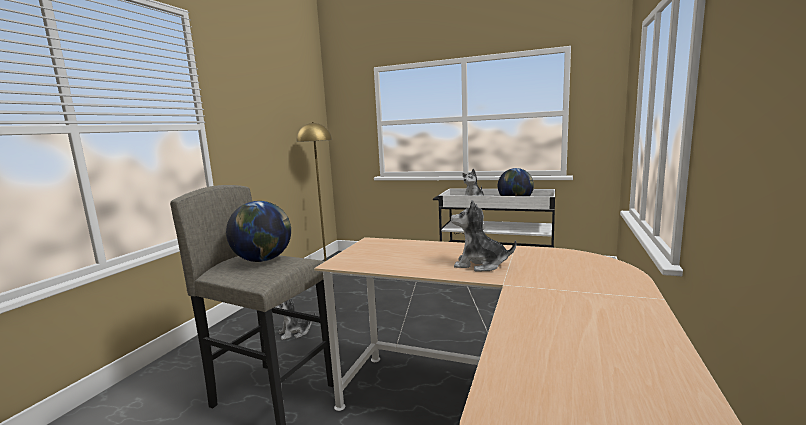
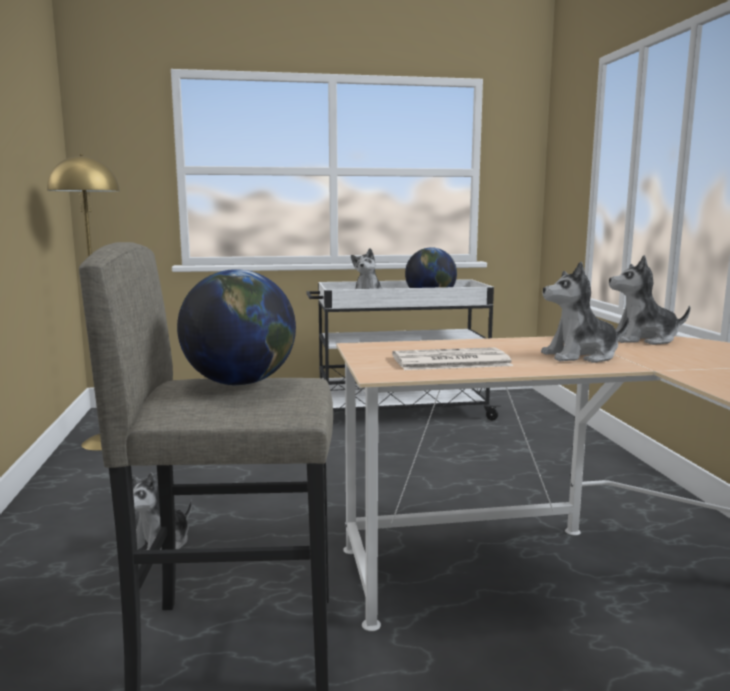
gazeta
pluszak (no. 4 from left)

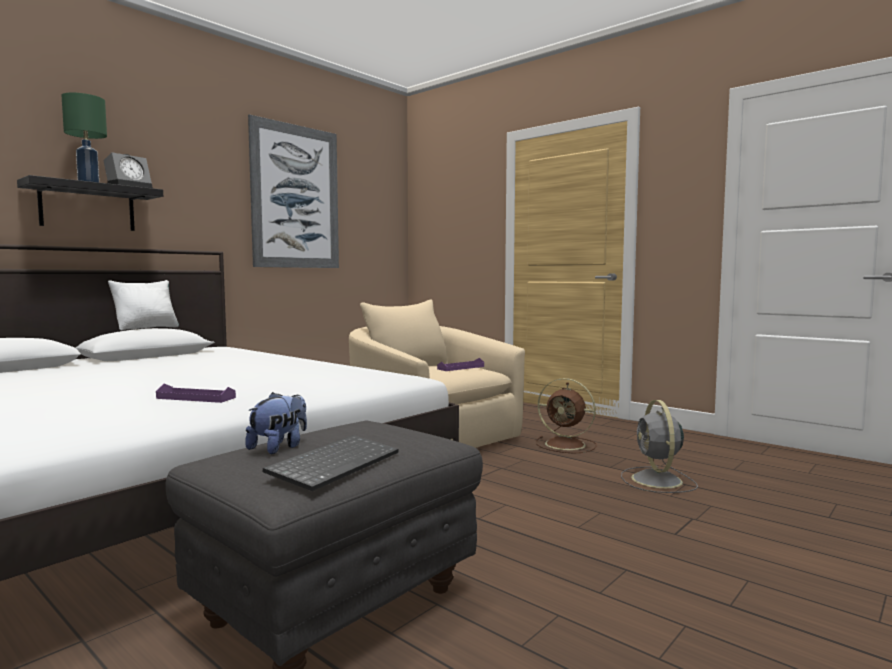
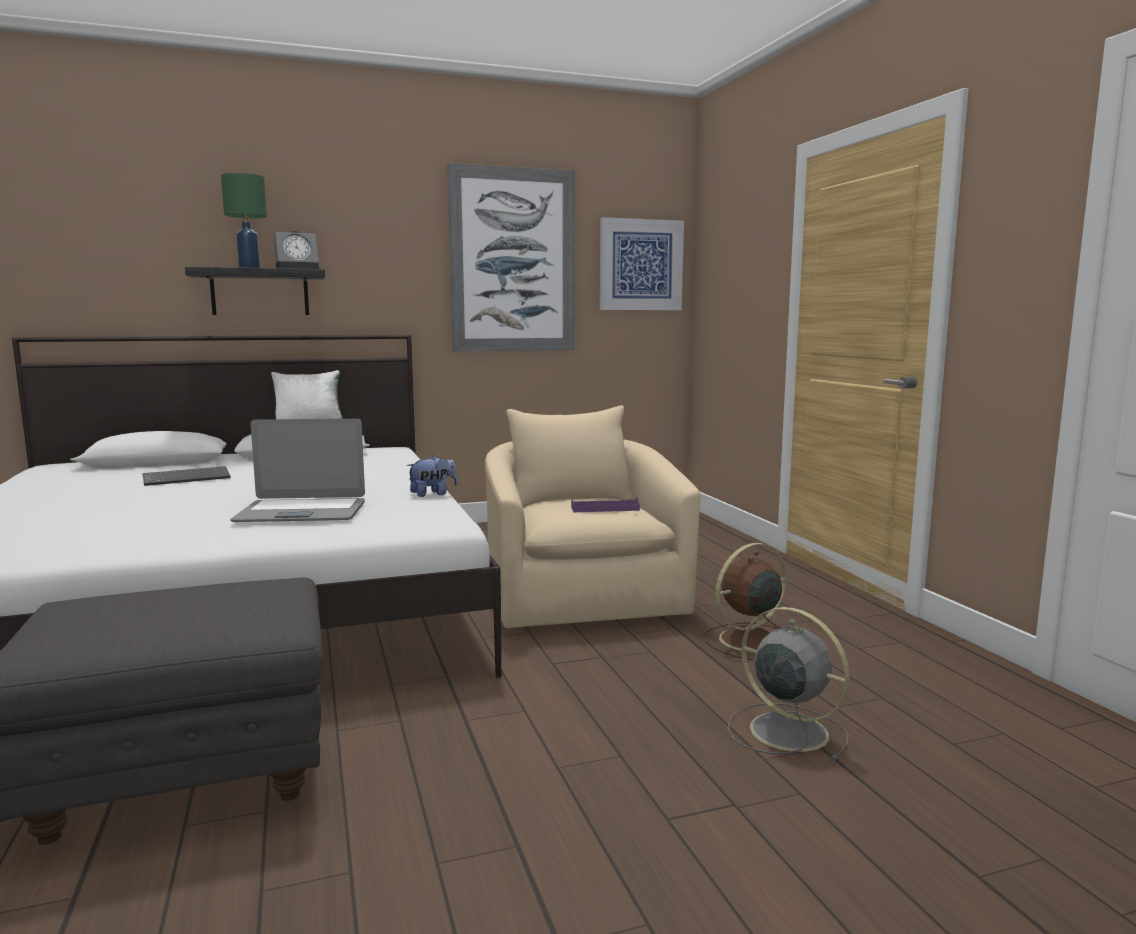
taca/fioletowy (no. 1 from left in the first image)
laptop
obraz (no. 2 from left)
pluszak
klawiatura
wentylator/brązowy
wentylator/szary

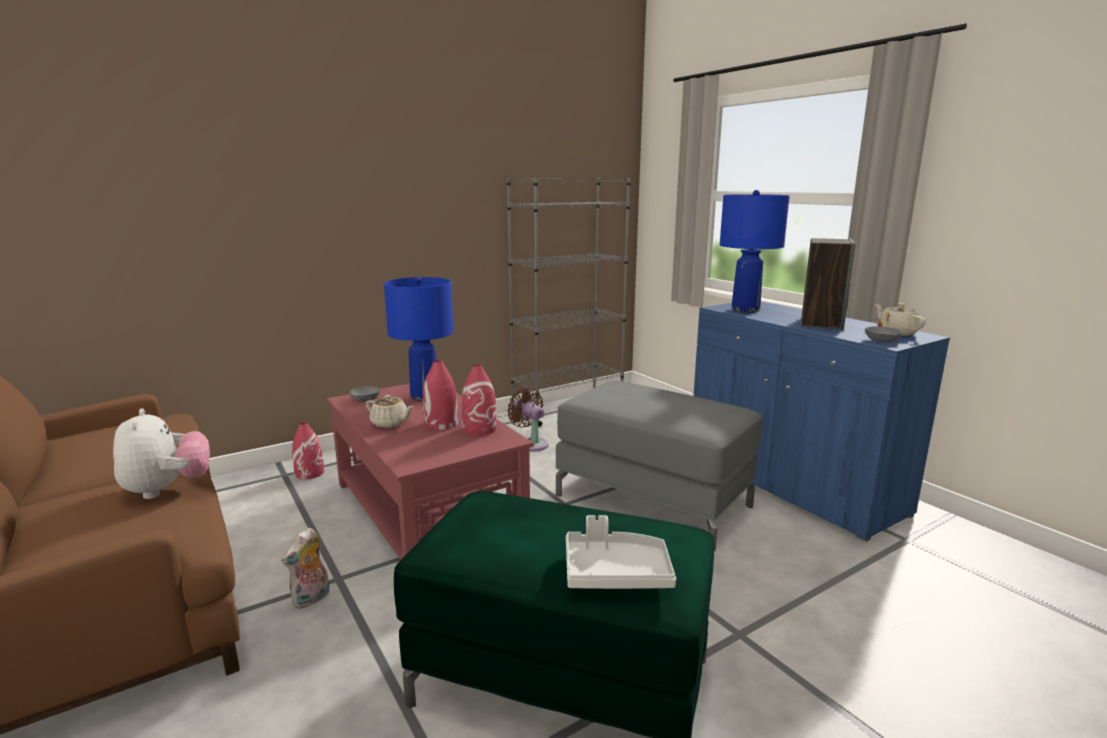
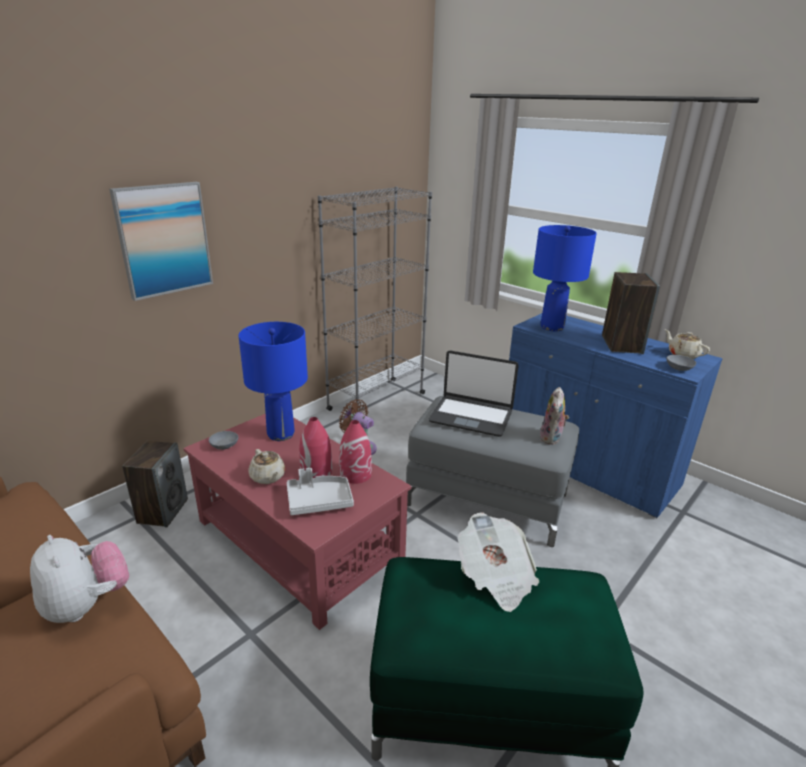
obraz
laptop
gazeta
pluszak (no. 2 from left)
taca/szary
głośnik (no. 1 from left)
imbryk/beżowy (no. 1 from left)

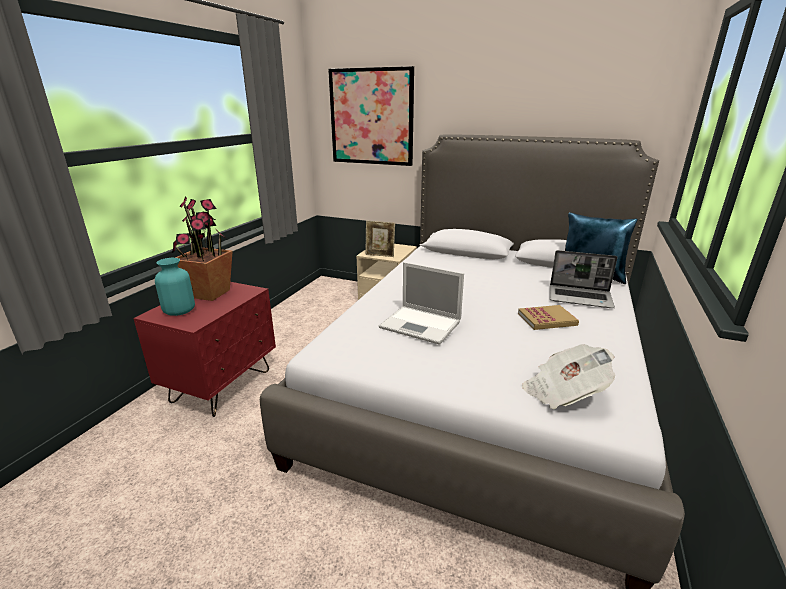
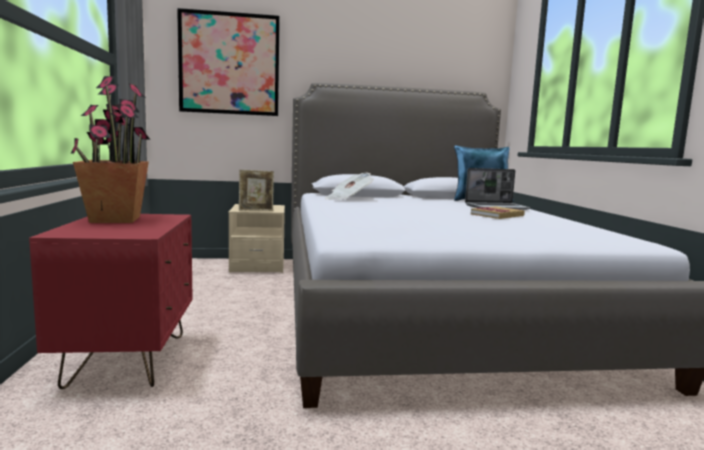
wazon/turkusowy
laptop (no. 1 from left in the first image)
gazeta

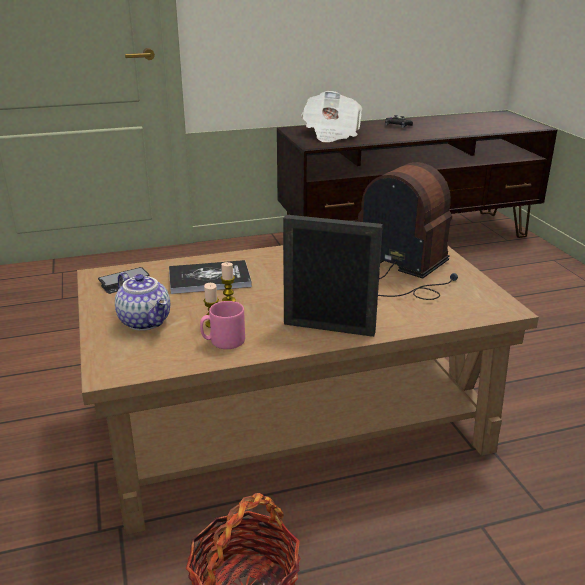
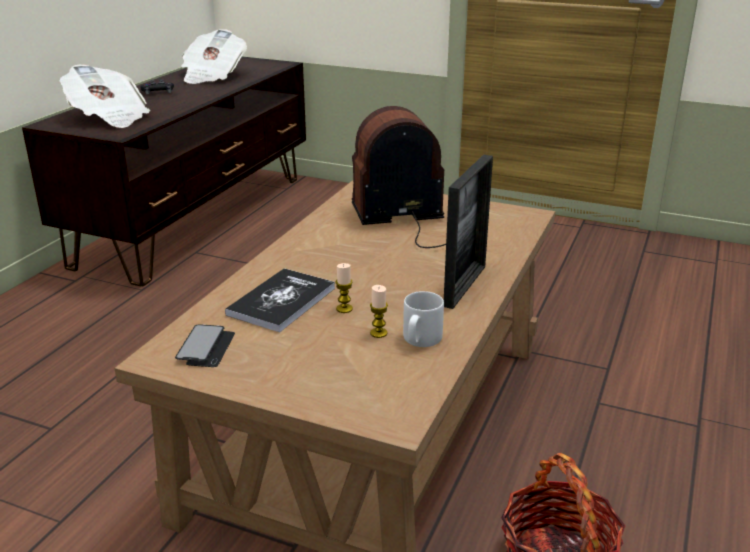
imbryk
gazeta (no. 2 from left)
kubek/szary
ramka na zdjęcie

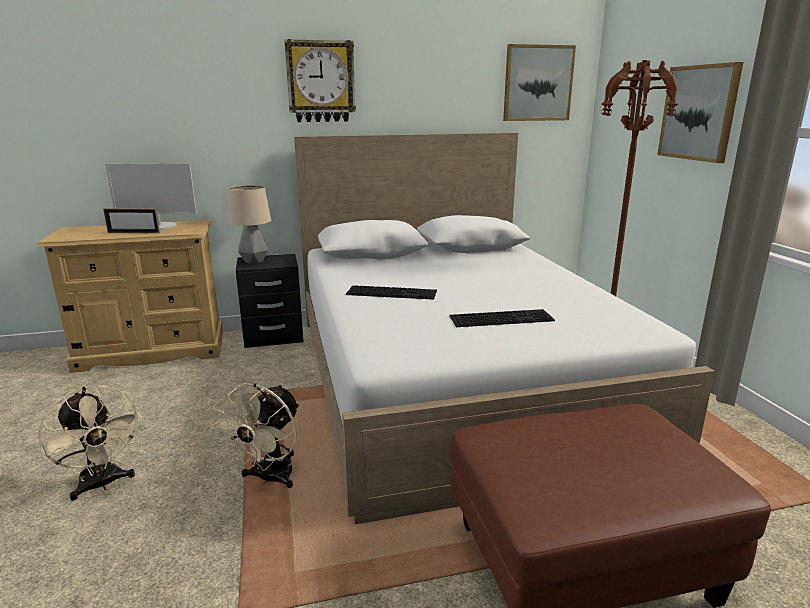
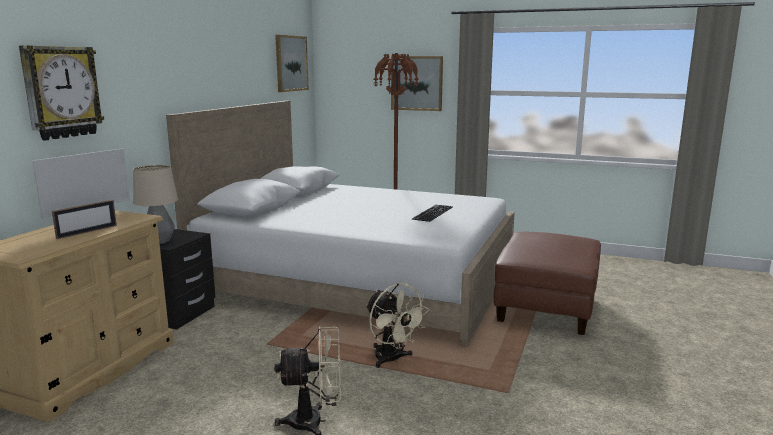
klawiatura (no. 1 from left in the first image)
zegar ścienny

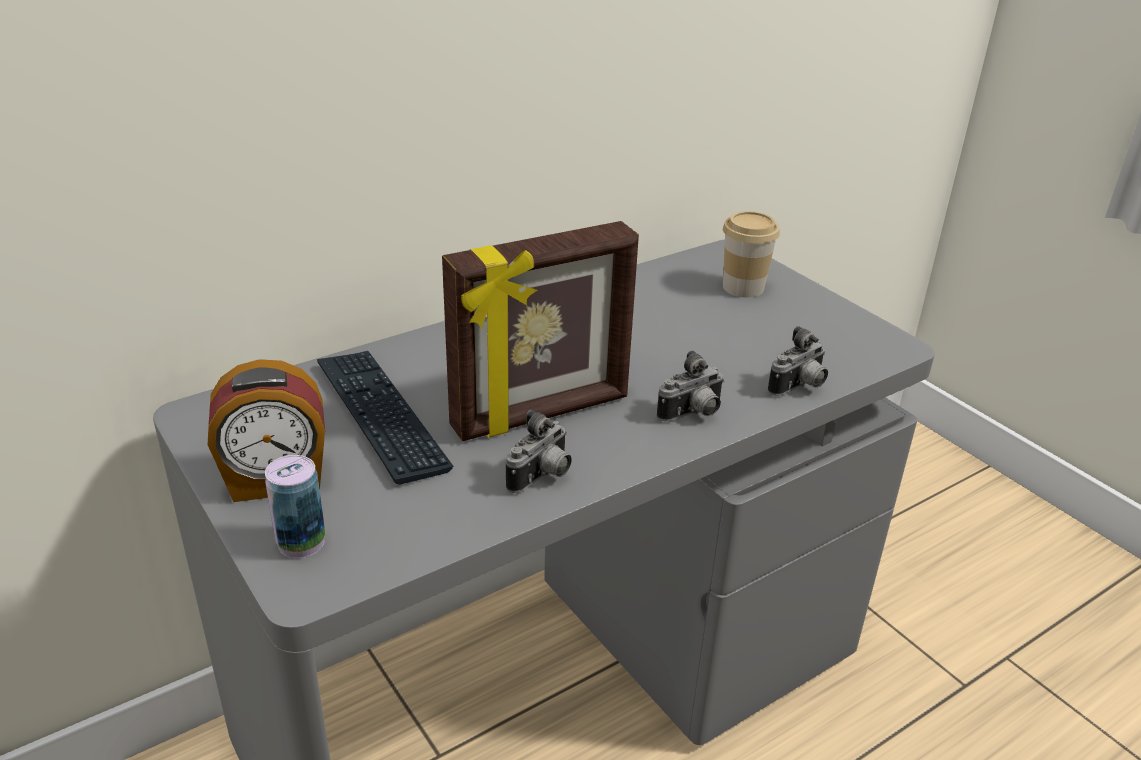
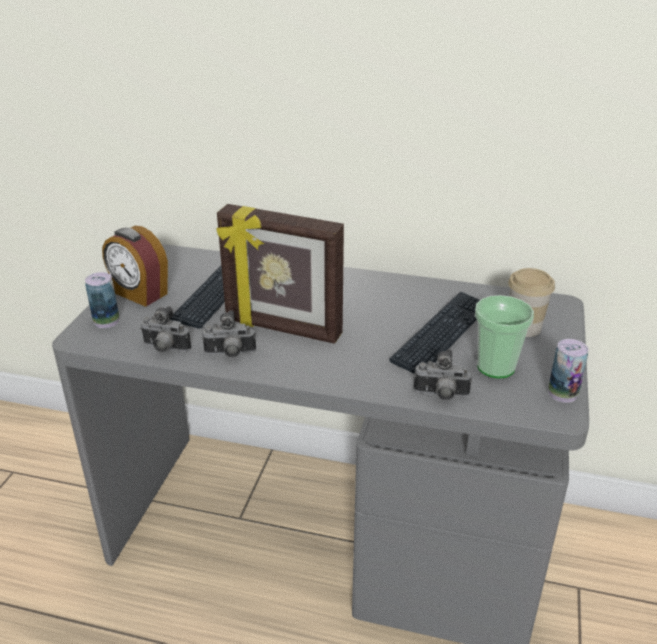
klawiatura (no. 2 from left)
filiżanka (no. 1 from left)
puszka (no. 2 from left)
aparat fotograficzny (no. 1 from left)

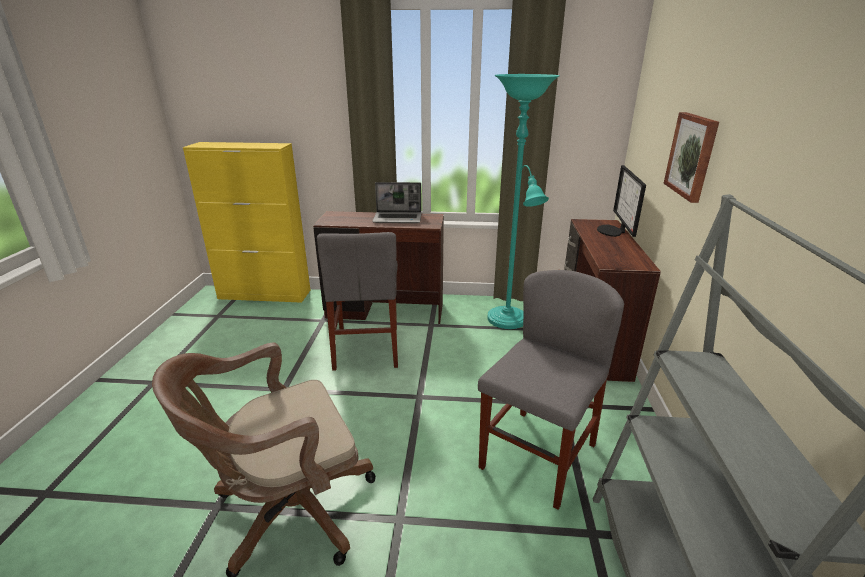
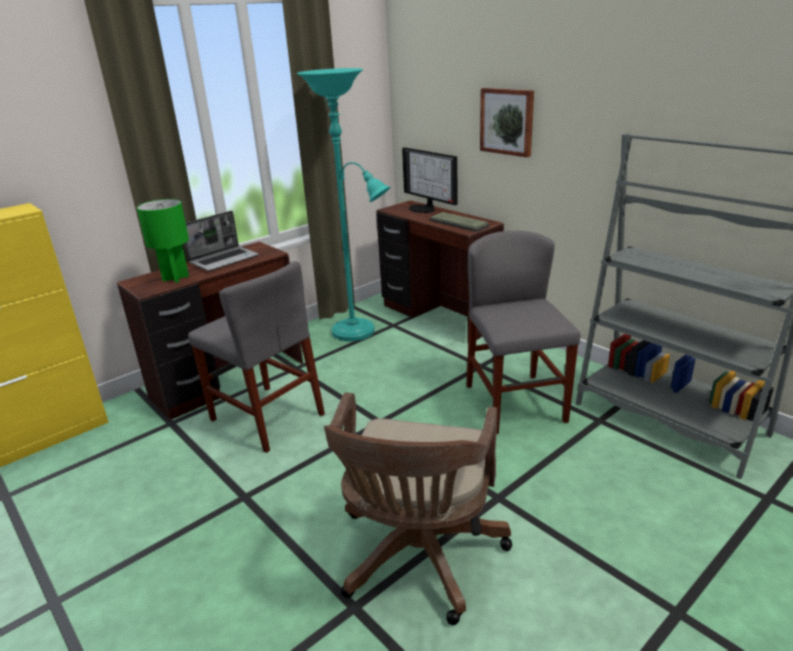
lampa stołowa/zielony
klawiatura

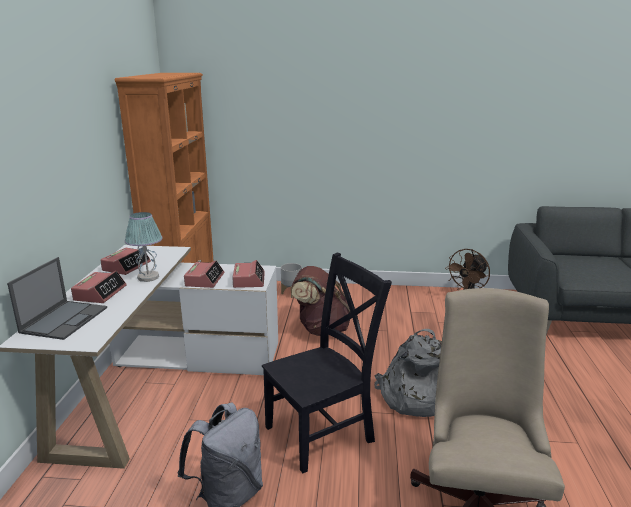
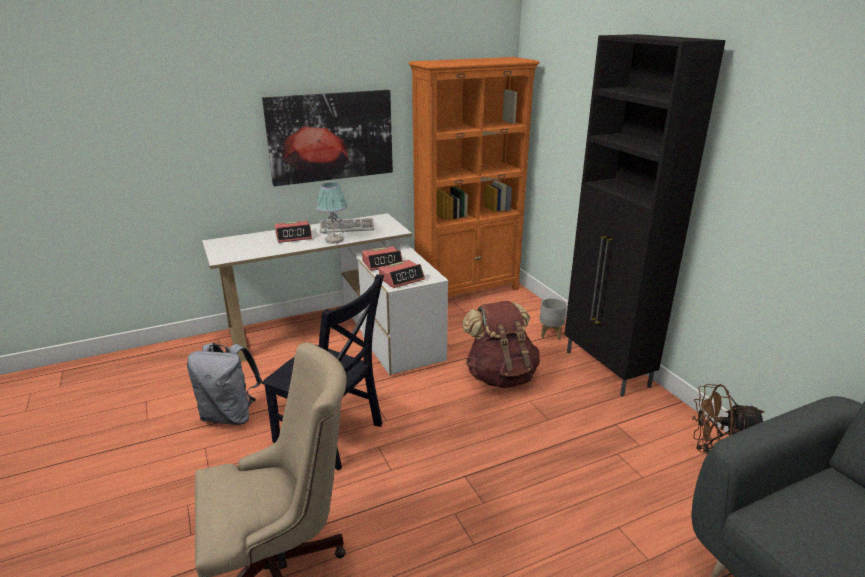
laptop
plecak/szary (no. 2 from left in the first image)
obraz
szafka/czarny
klawiatura

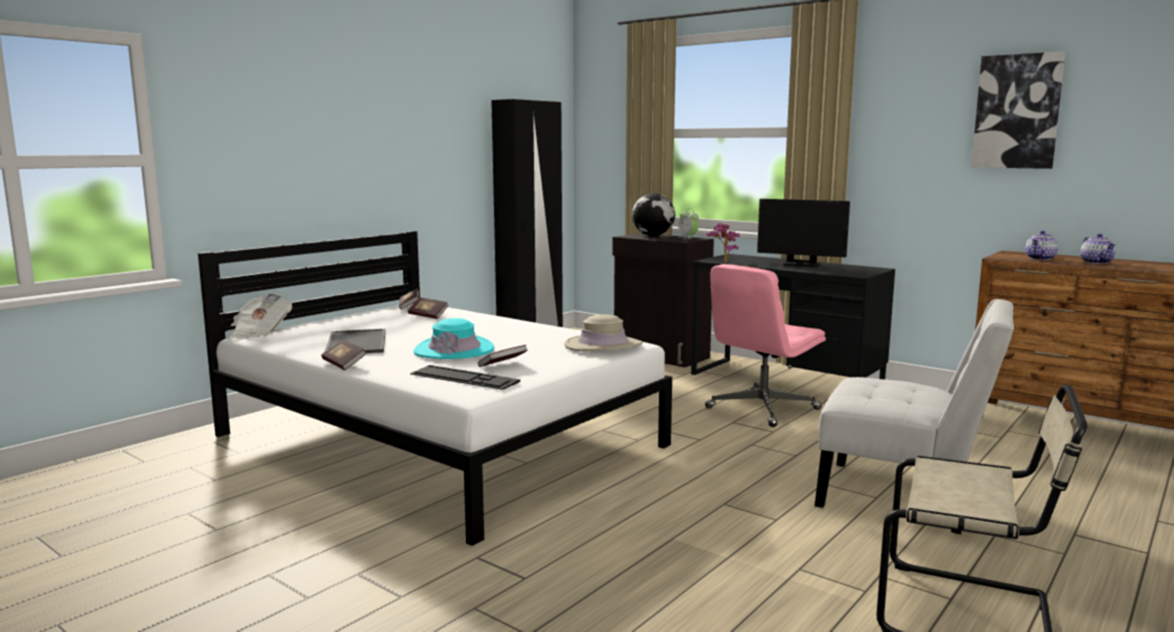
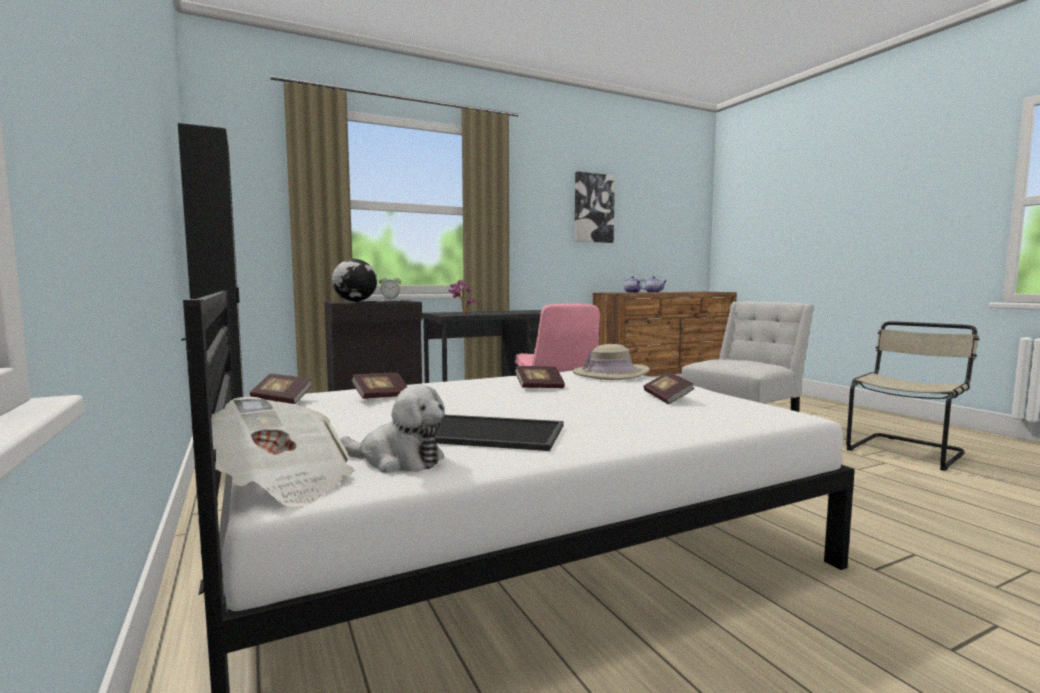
klawiatura
kapelusz/turkusowy
monitor
pluszak
książka (no. 3 from left)

